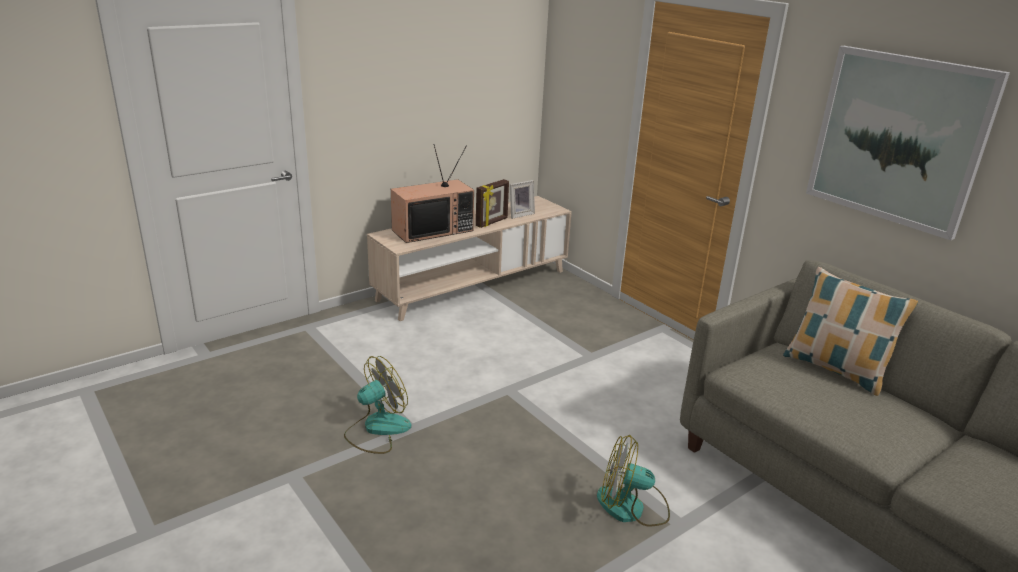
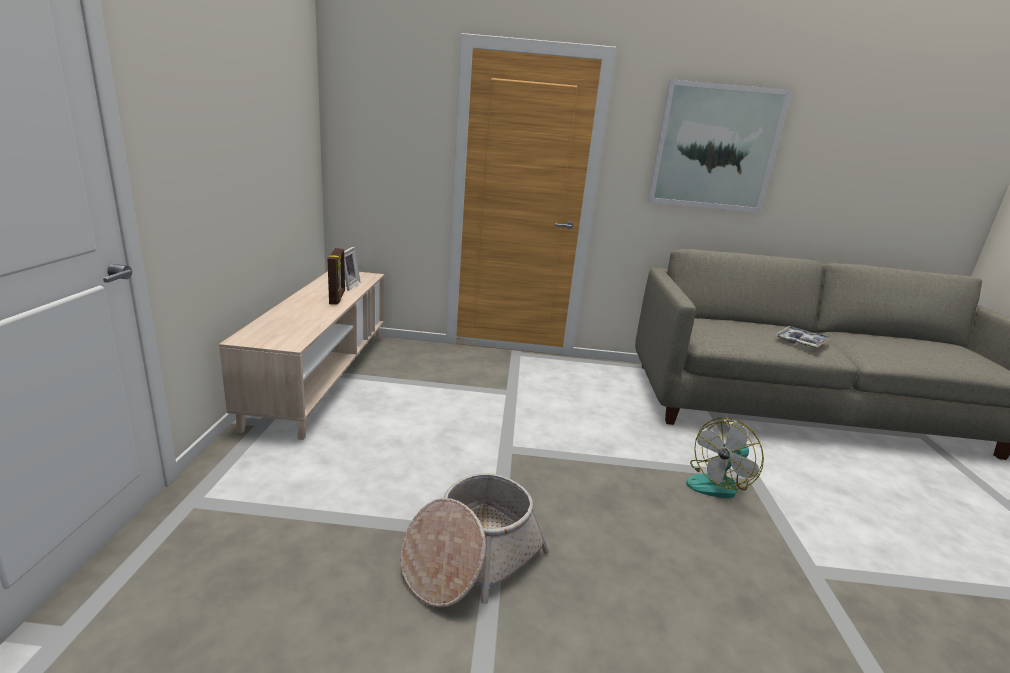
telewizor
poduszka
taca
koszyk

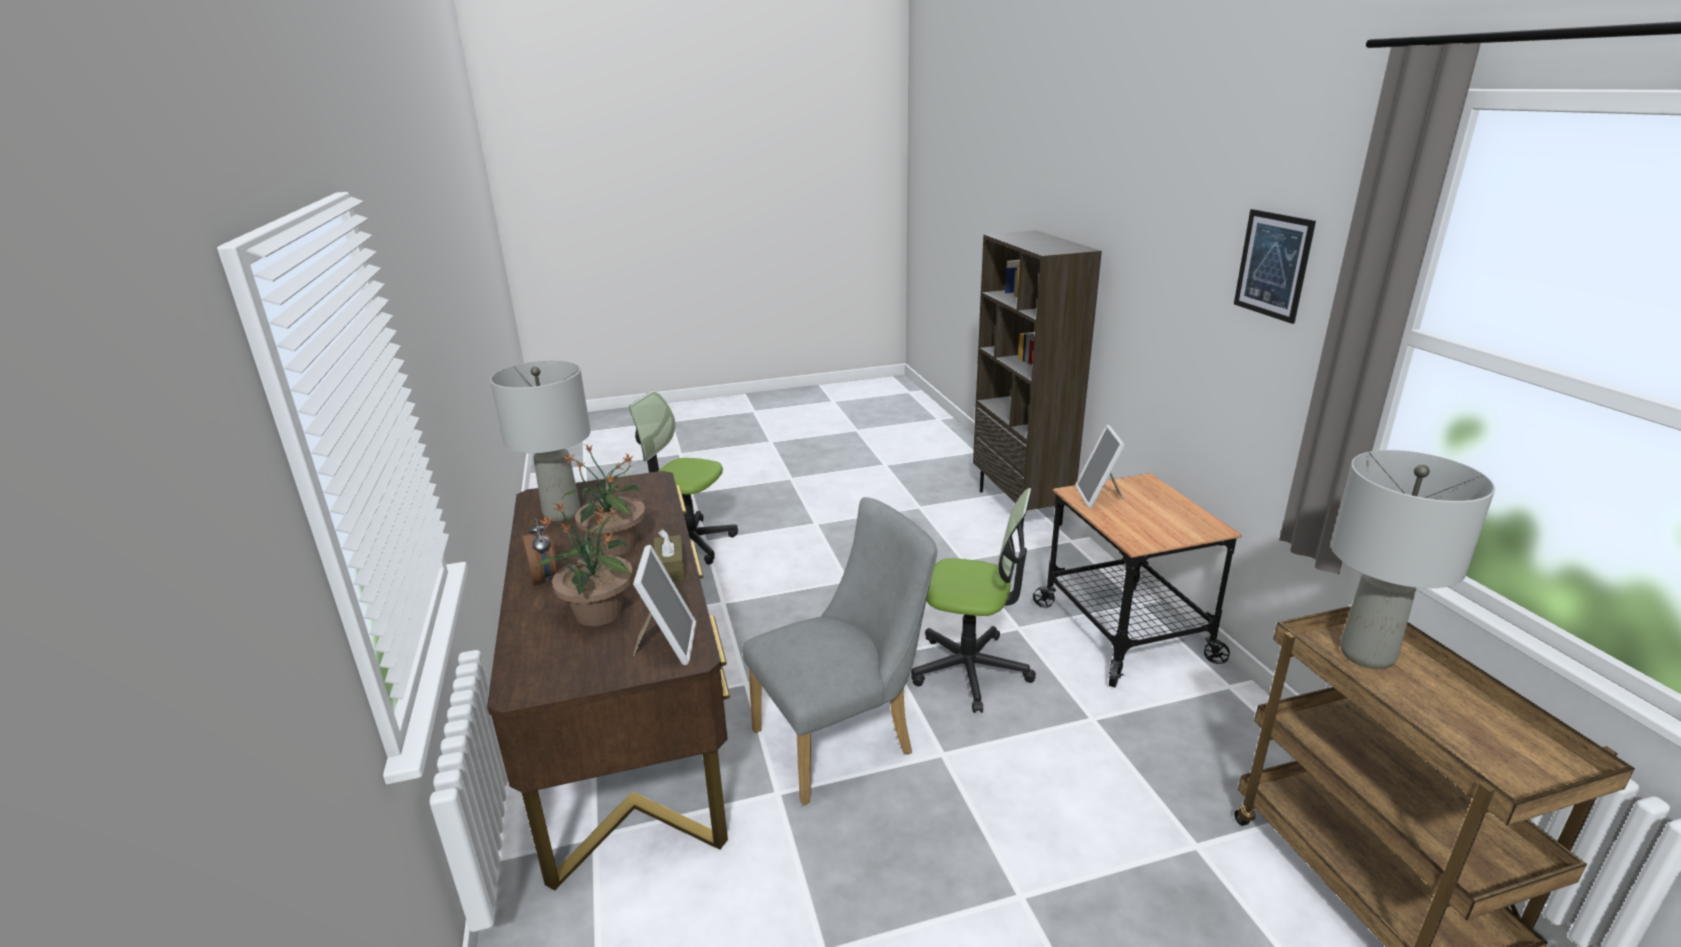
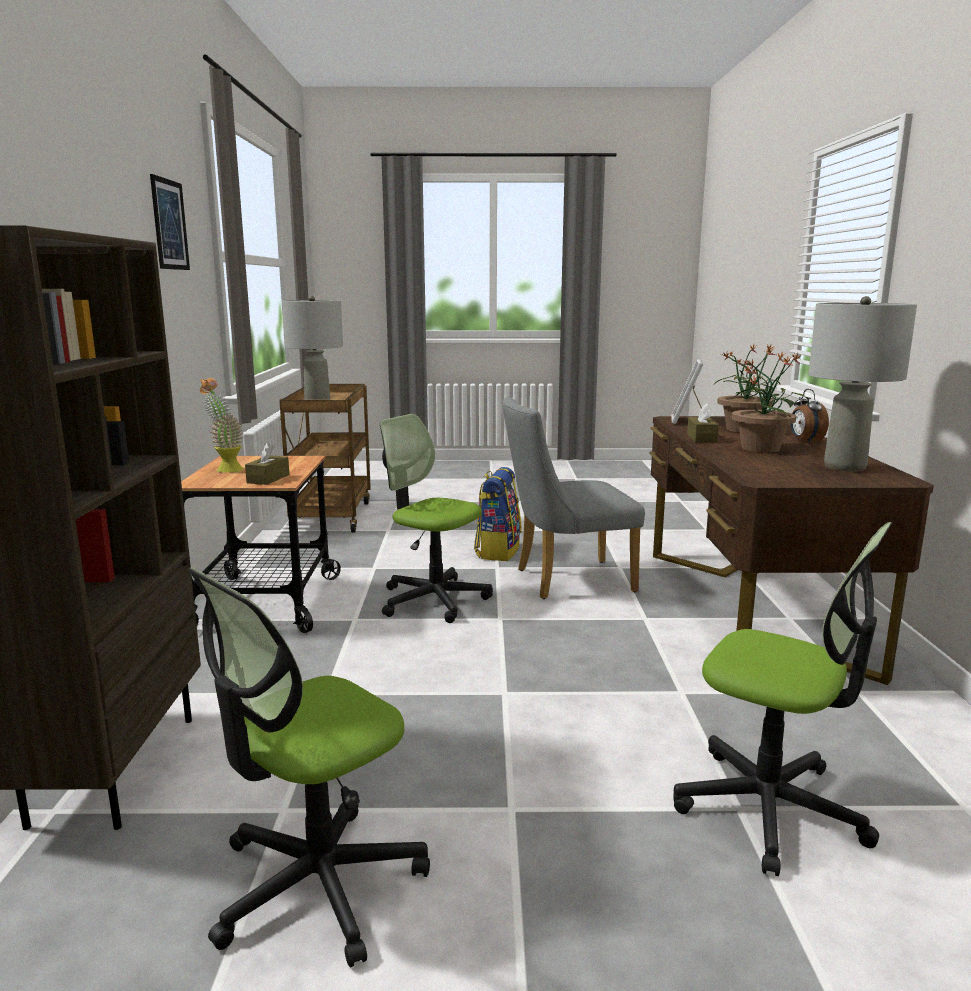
krzesło biurowe (no. 1 from left)
roślina doniczkowa (no. 1 from left)
plecak
pudełko chusteczek/brązowy (no. 1 from left)

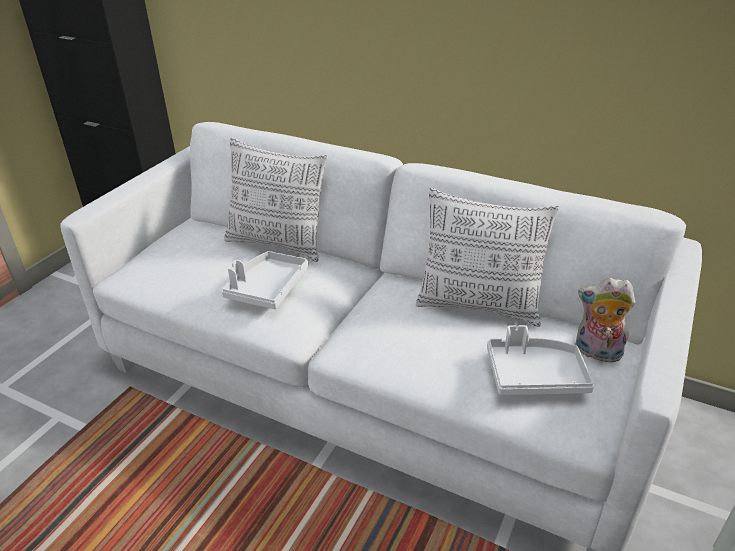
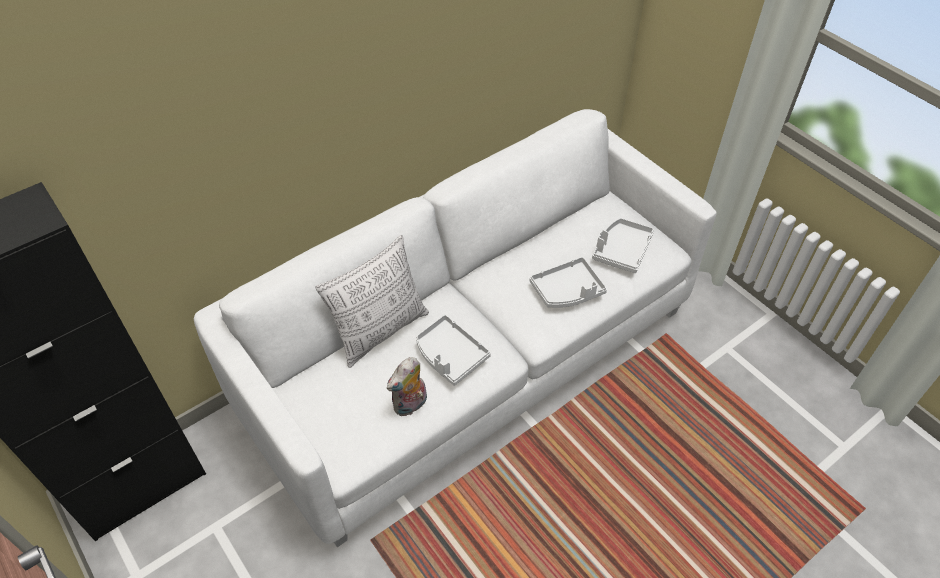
poduszka (no. 2 from left in the first image)
taca/biały (no. 2 from left)
pluszak

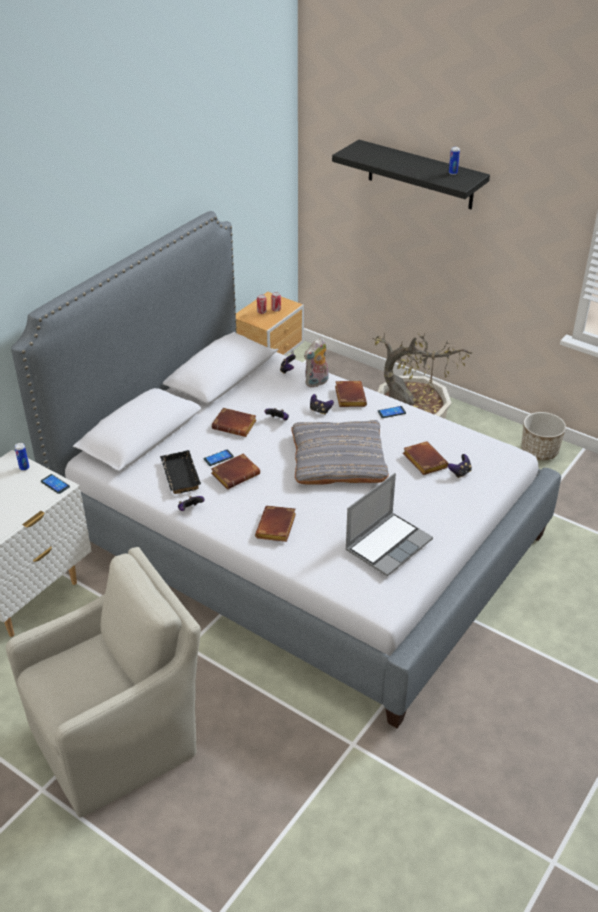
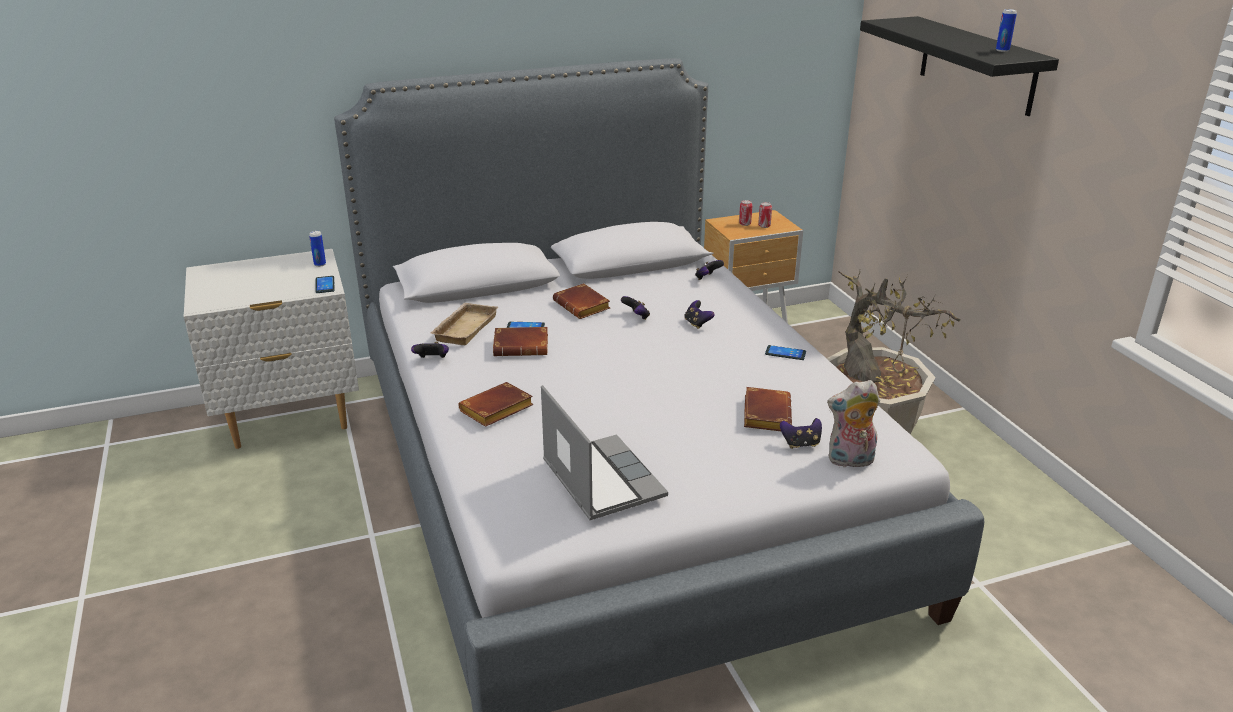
fotel/beżowy
poduszka/szary
książka/brązowy (no. 4 from left in the first image)
donica
pluszak
taca/beżowy
laptop

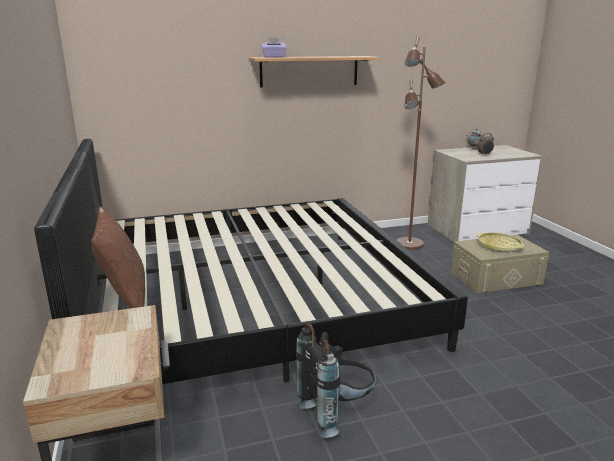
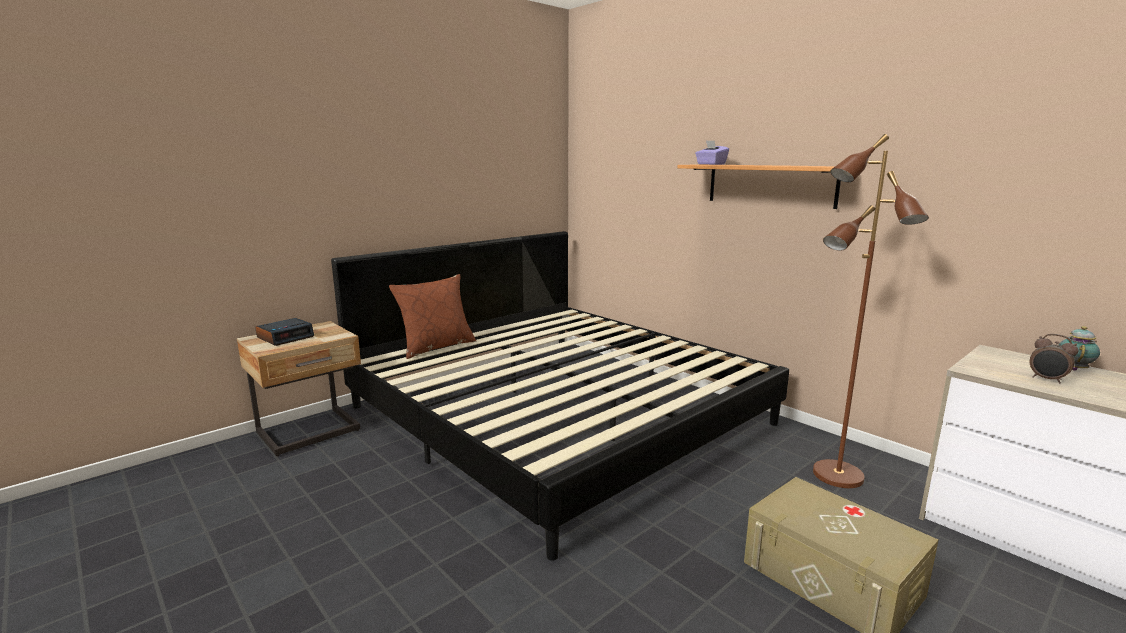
plecak/czarny
taca/żółty
budzik (no. 1 from left)

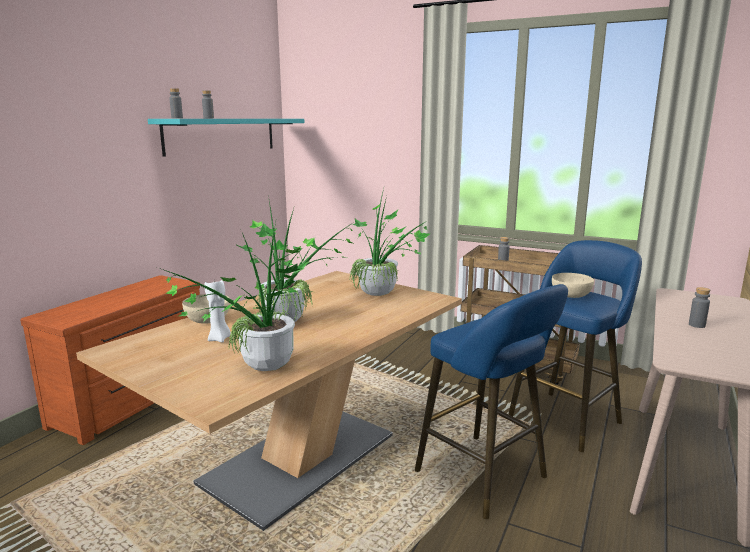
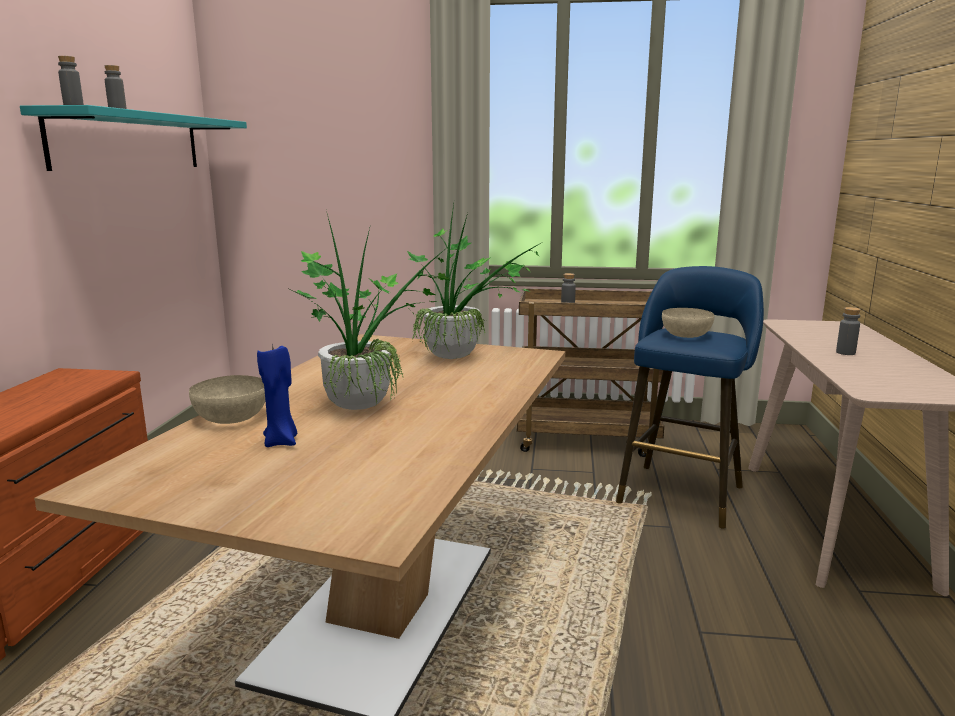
roślina doniczkowa (no. 1 from left in the first image)
stołek/niebieski (no. 1 from left in the first image)
świeca/niebieski

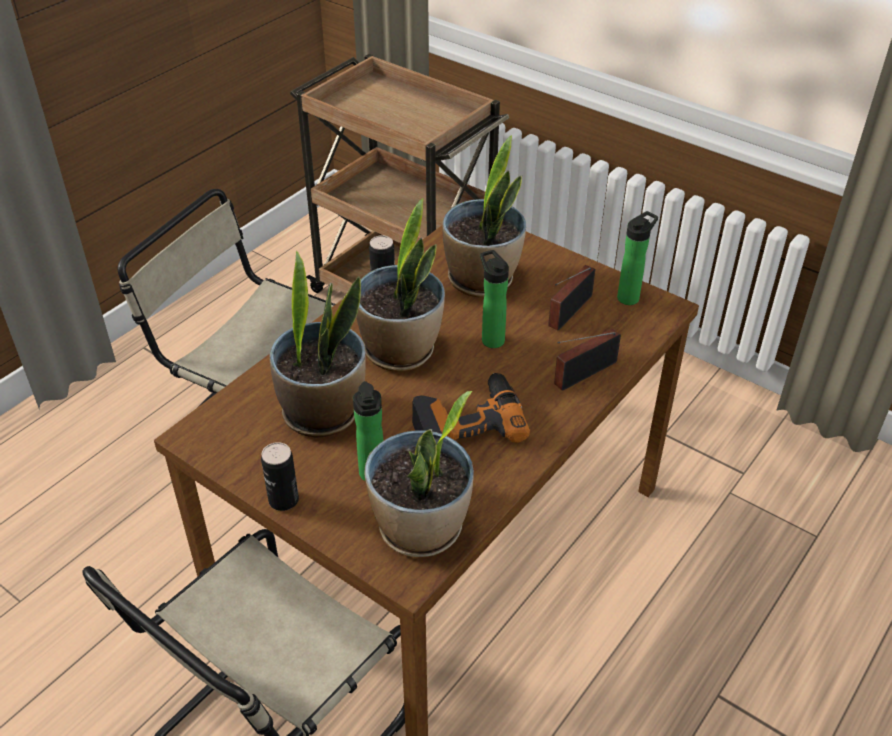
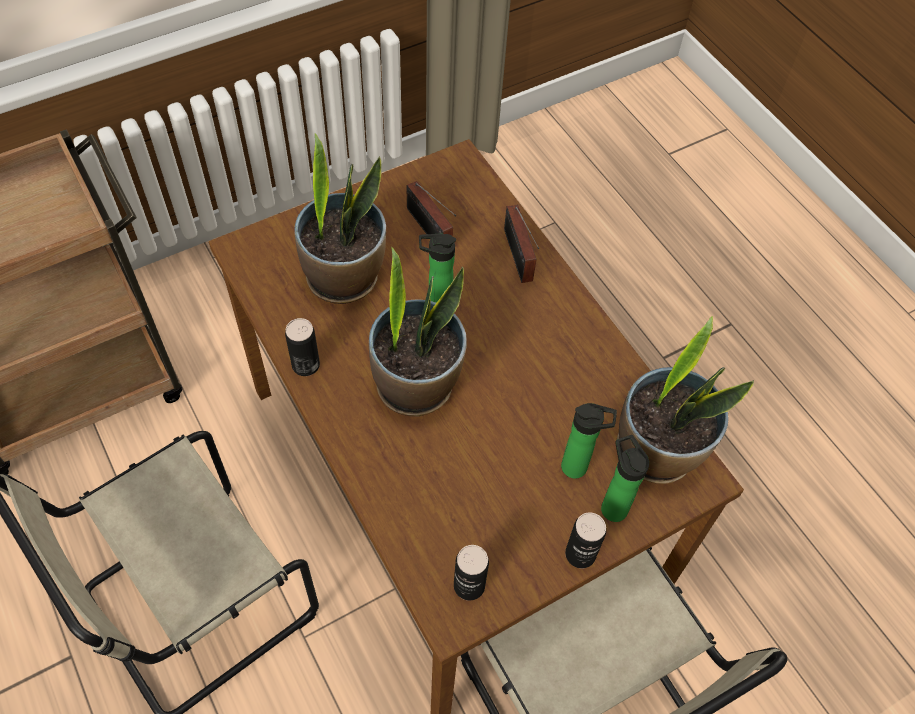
roślina doniczkowa (no. 1 from left in the first image)
wiertarka
puszka (no. 2 from left)
butelka (no. 3 from left)

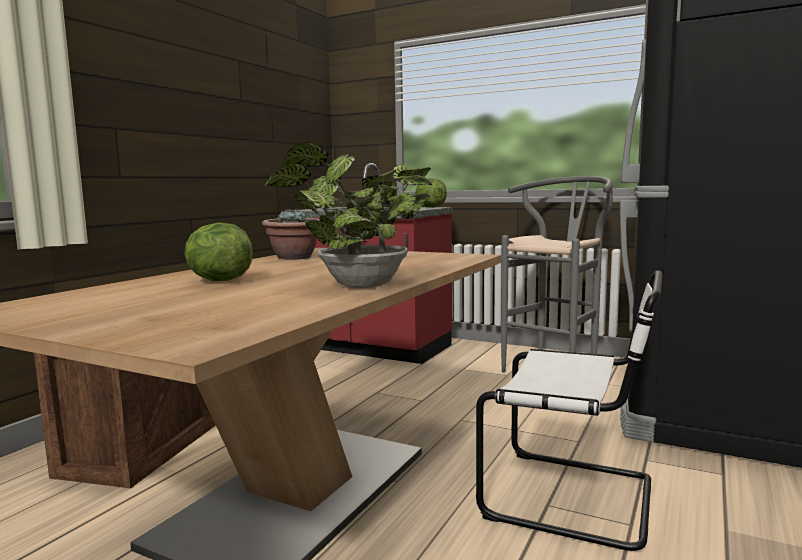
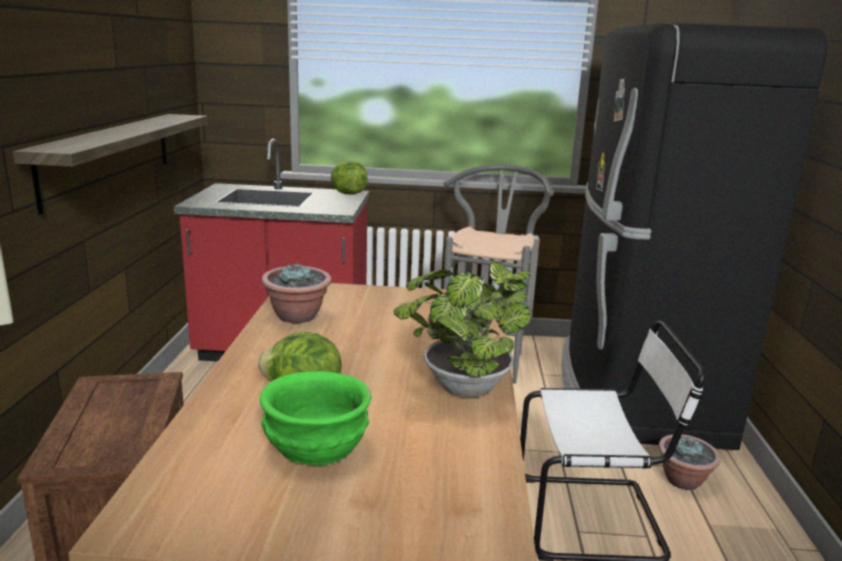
półka
miska/zielony
roślina doniczkowa (no. 3 from left)

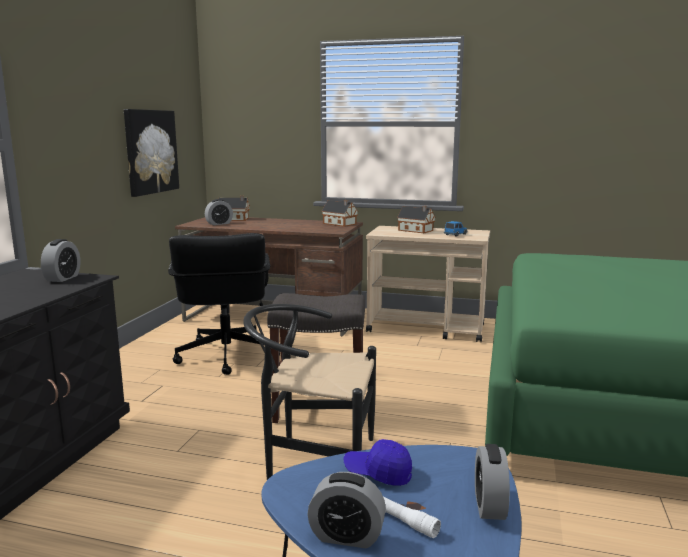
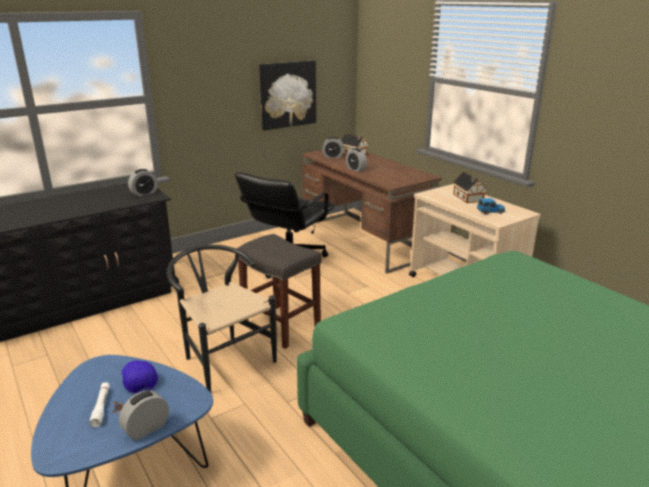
domek (no. 2 from left in the first image)
budzik (no. 4 from left)

